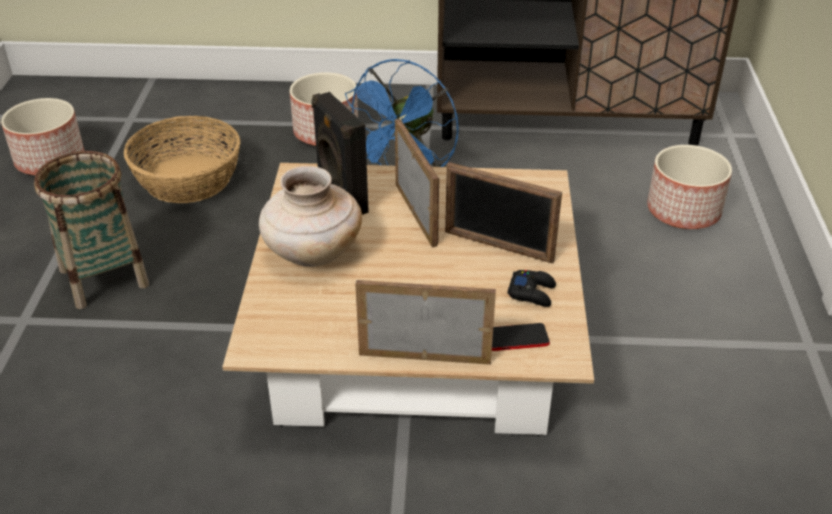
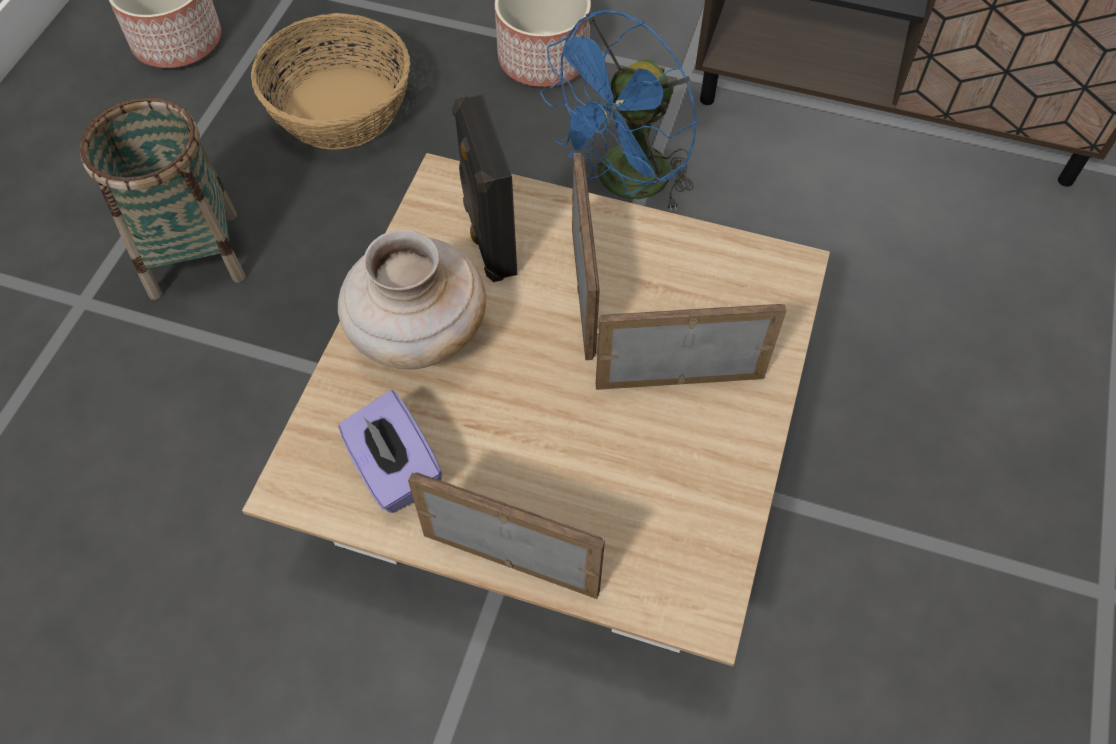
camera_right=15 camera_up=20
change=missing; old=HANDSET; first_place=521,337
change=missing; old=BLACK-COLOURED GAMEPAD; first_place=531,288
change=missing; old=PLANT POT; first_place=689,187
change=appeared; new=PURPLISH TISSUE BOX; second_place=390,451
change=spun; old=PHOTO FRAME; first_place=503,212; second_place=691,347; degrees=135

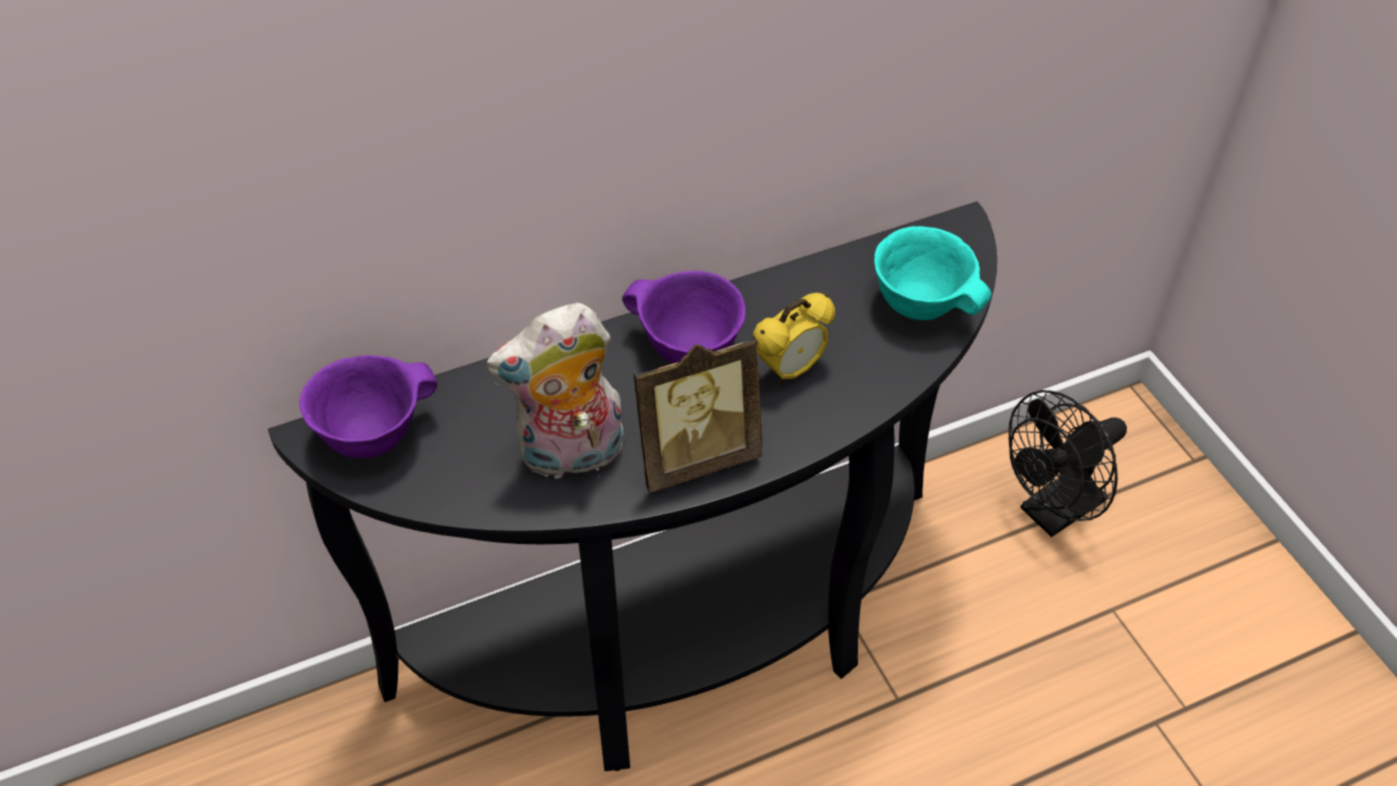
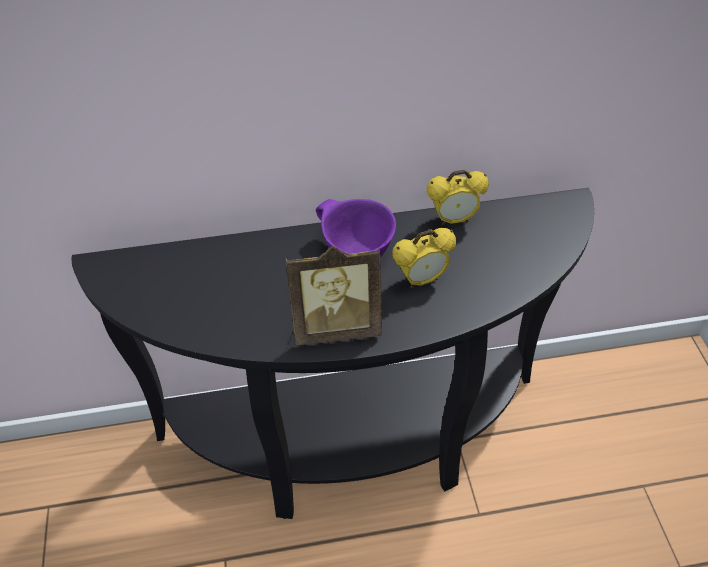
camera_right=15 camera_up=0
change=missing; old=PURPLISH DEEP DISH; first_place=368,406
change=missing; old=CUDDLY TOY; first_place=555,391
change=missing; old=TURQUOISE-COLOURED DEEP DISH; first_place=933,273
change=missing; old=BLACK-COLOURED FAN; first_place=1068,463
change=appeared; new=TABLE CLOCK; second_place=458,198

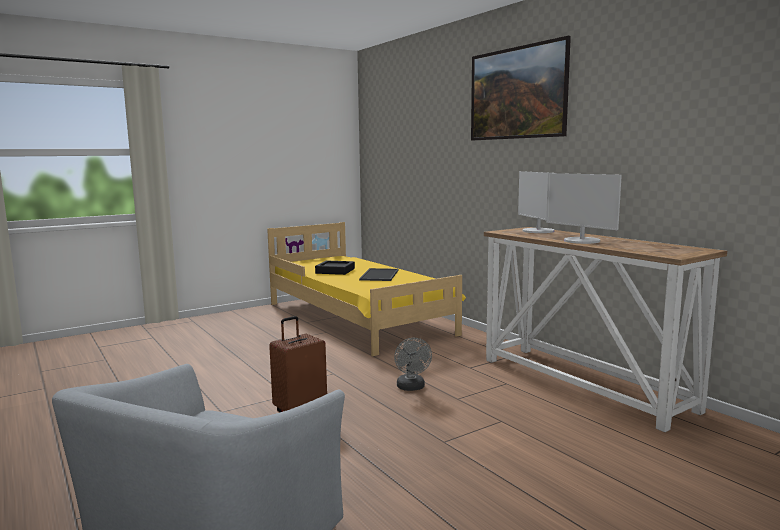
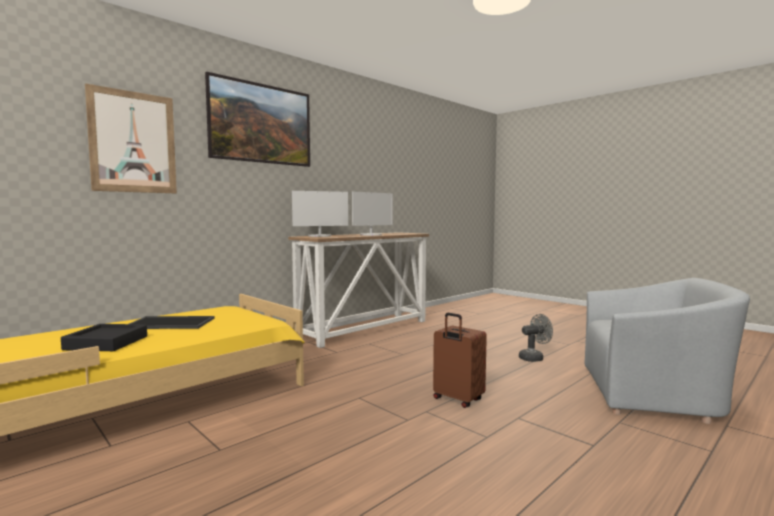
camera_right=-100 camera_up=-5
change=appeared; new=PICTURE; second_place=131,138
change=relocated; old=GREYISH FAN; first_place=413,364; second_place=536,338

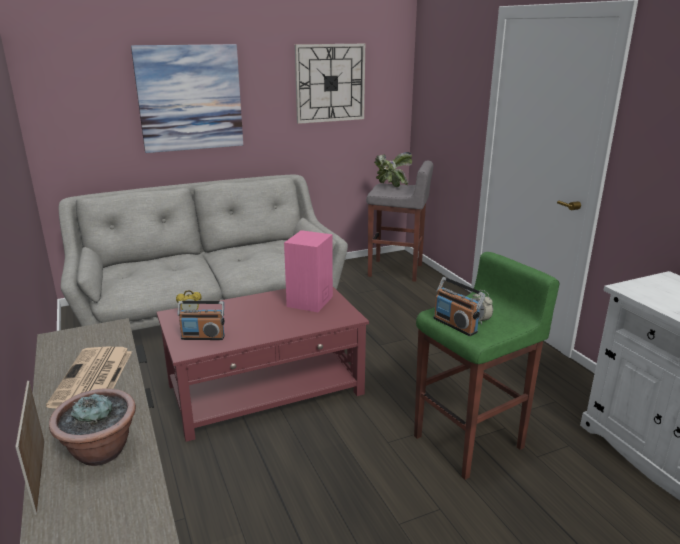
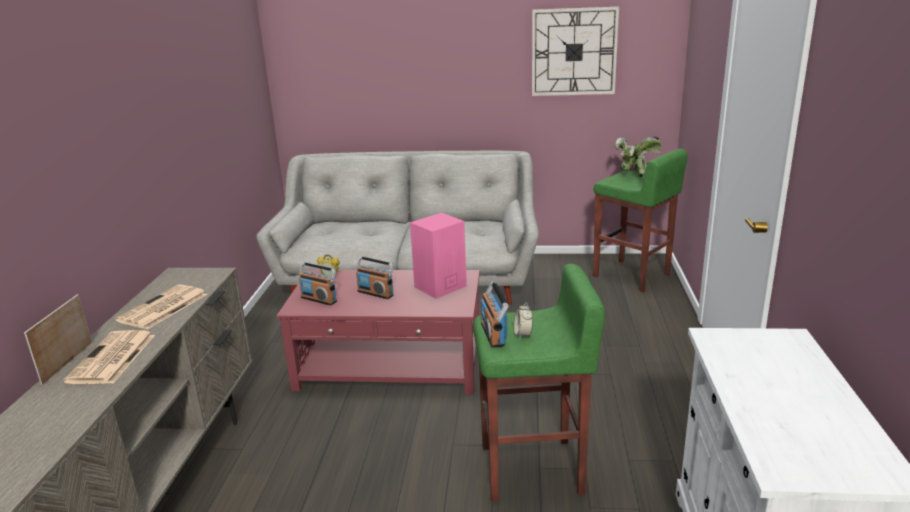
camera_right=30 camera_up=0
change=missing; old=PICTURE; first_place=187,98
change=appeared; new=RADIO RECEIVER; second_place=375,277
change=exchanged; old=HOUSEPLANT; new=NEWSPAPER; first_place=92,427; second_place=109,357
change=colour; old=GREYISH STOOL; new=GREEN-COLOURED STOOL; first_place=399,221; second_place=640,220

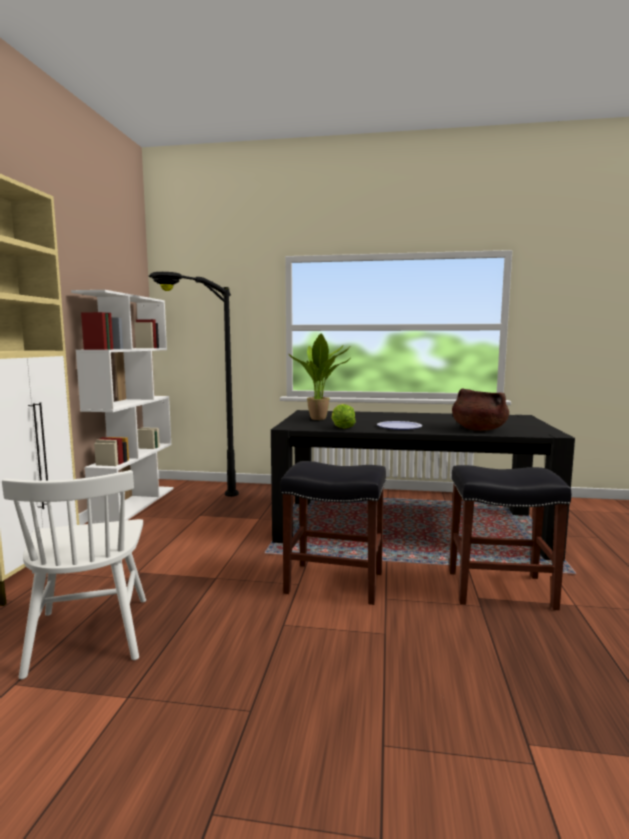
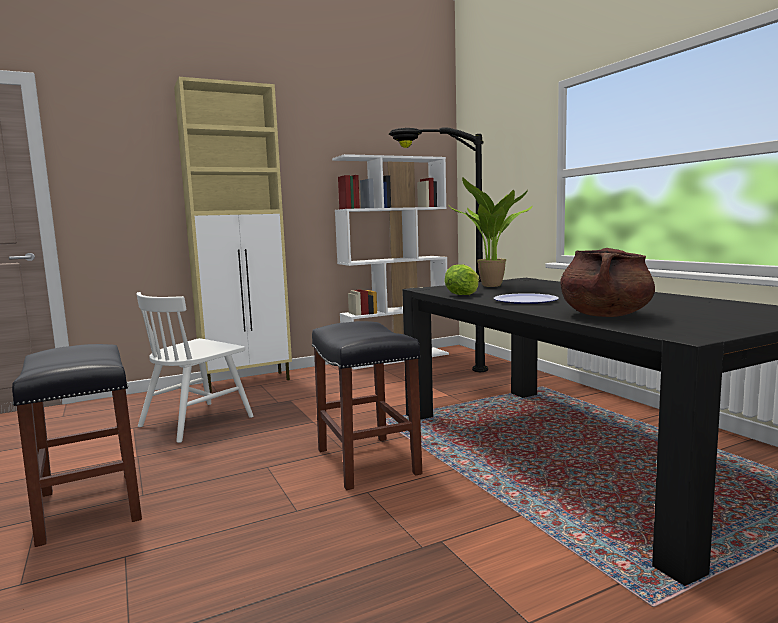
camera_right=55 camera_up=0
change=relocated; old=BLACK-COLOURED STOOL; first_place=510,537; second_place=77,445

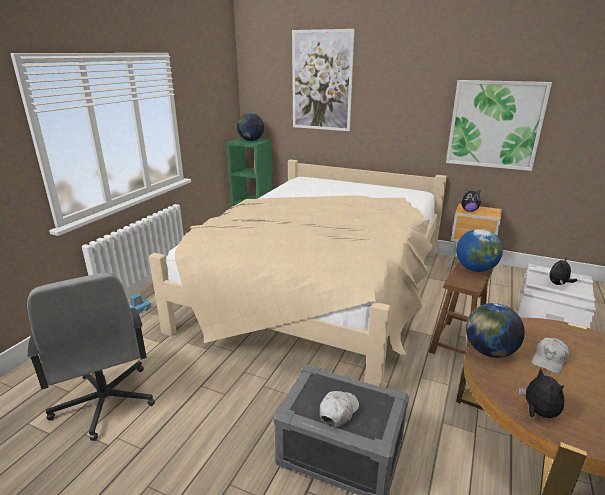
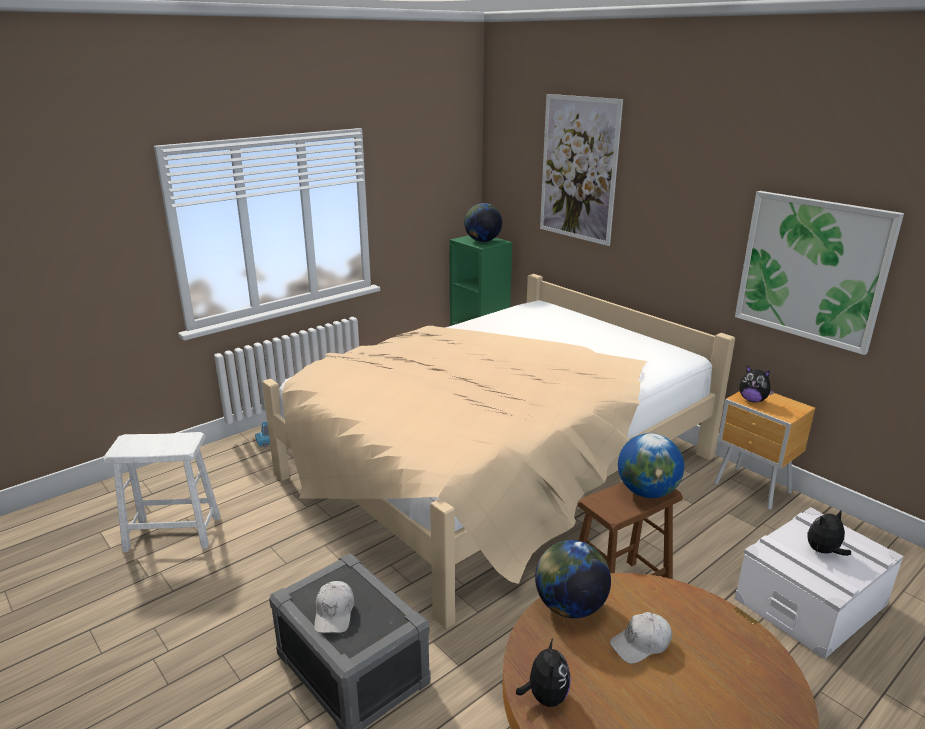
camera_right=25 camera_up=0
change=exchanged; old=GREYISH OFFICE CHAIR; new=WHITE-COLOURED STOOL; first_place=91,357; second_place=162,492
change=spun; old=WHITE-COLOURED BASEBALL CAP; first_place=339,409; second_place=334,607; degrees=120

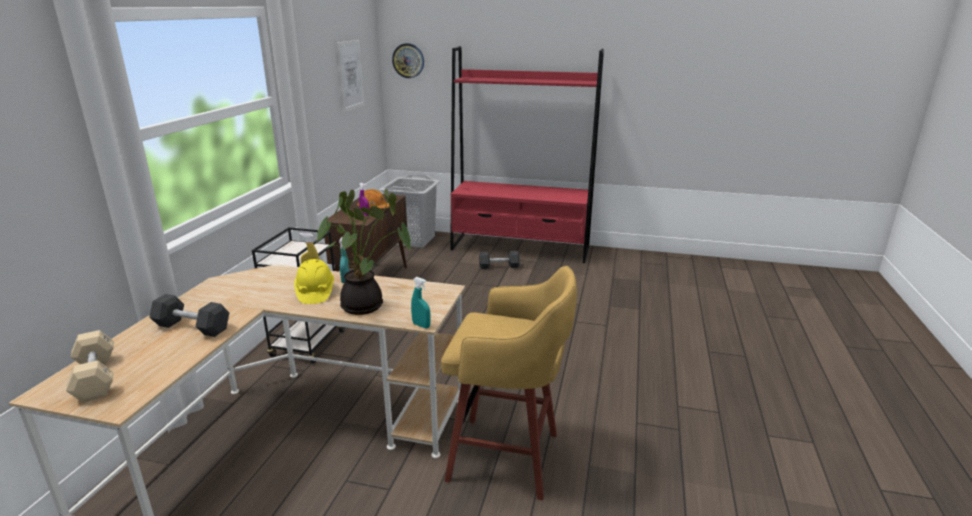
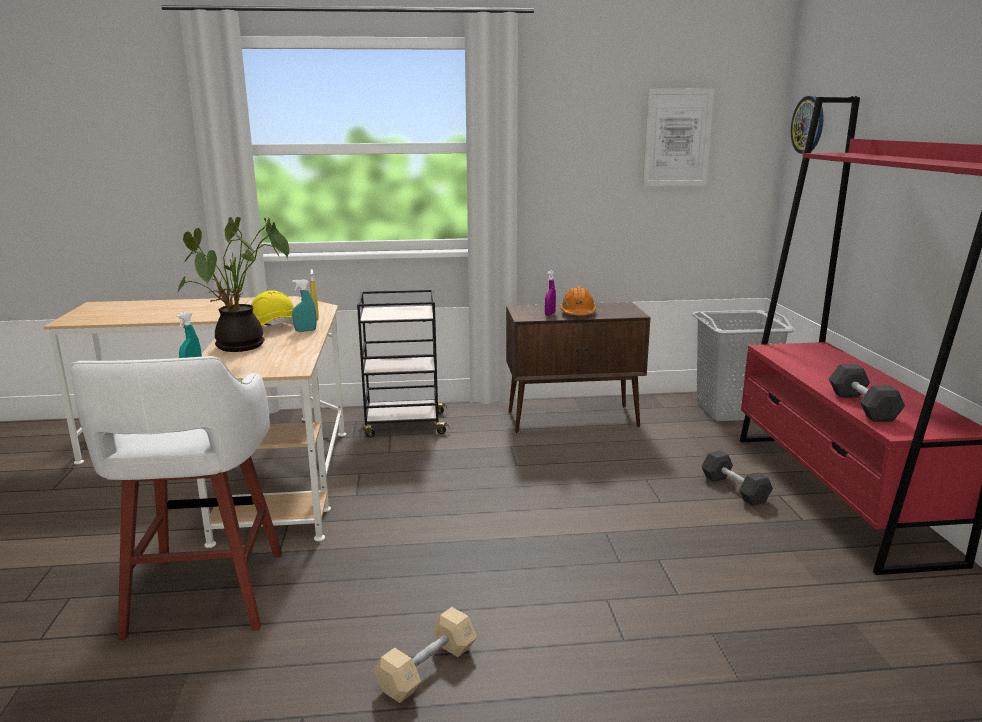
camera_right=70 camera_up=-5
change=relocated; old=BEIGE-COLOURED DUMBBELL; first_place=90,366; second_place=425,655
change=relocated; old=BLACK-COLOURED DUMBBELL; first_place=189,315; second_place=867,393
change=colour; old=YELLOWISH STOOL; new=WHITE-COLOURED STOOL; first_place=509,383; second_place=176,498

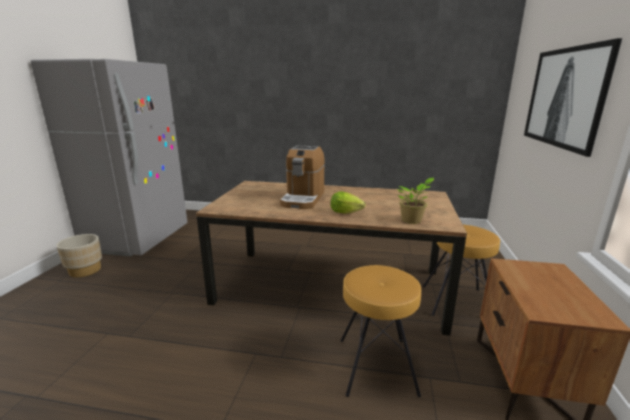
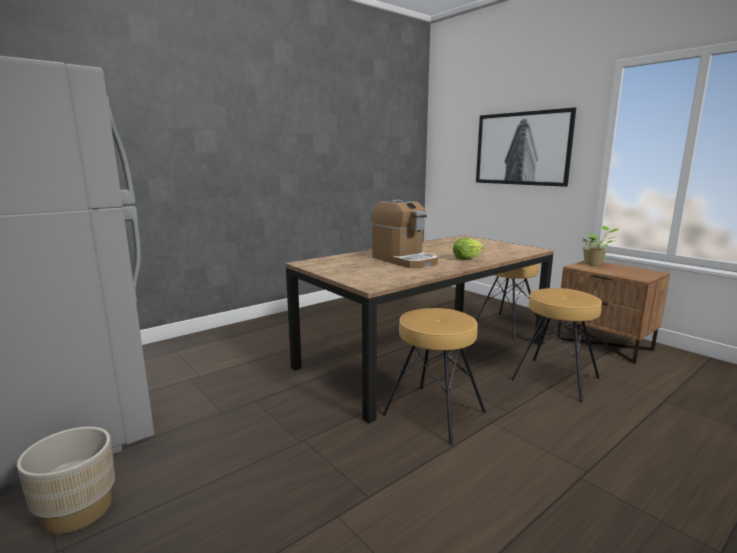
camera_right=-50 camera_up=-5
change=appeared; new=BROWNISH STOOL; second_place=434,376
change=relocated; old=HOUSEPLANT; first_place=415,200; second_place=600,246

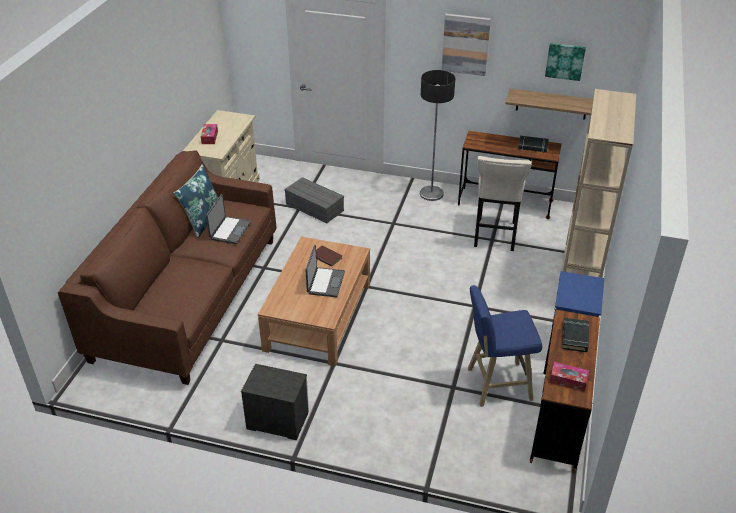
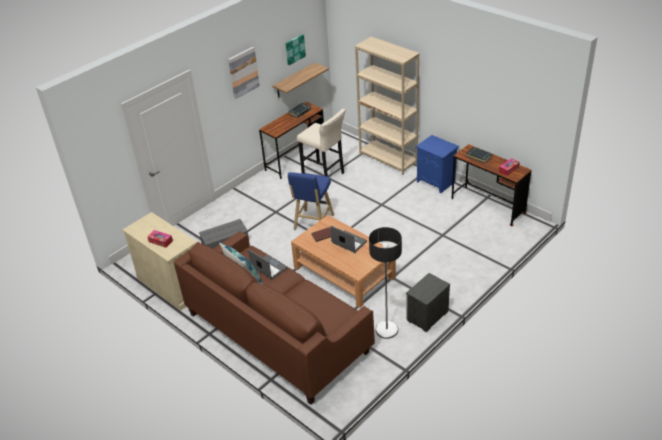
camera_right=-60 camera_up=0
change=relocated; old=FLOOR LAMP; first_place=437,135; second_place=385,283
change=relocated; old=BLUE STOOL; first_place=505,346; second_place=311,201

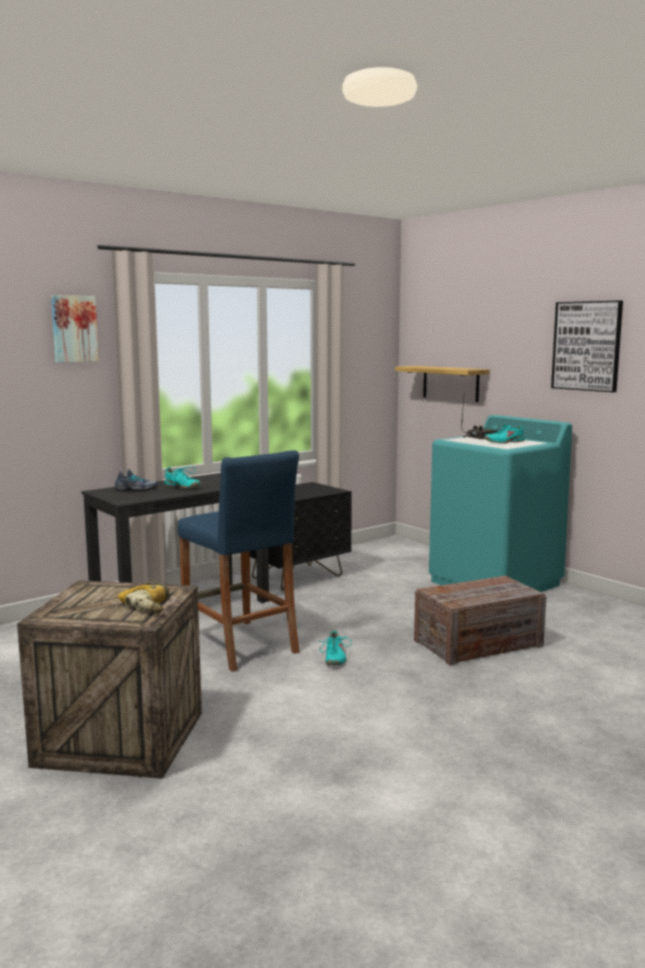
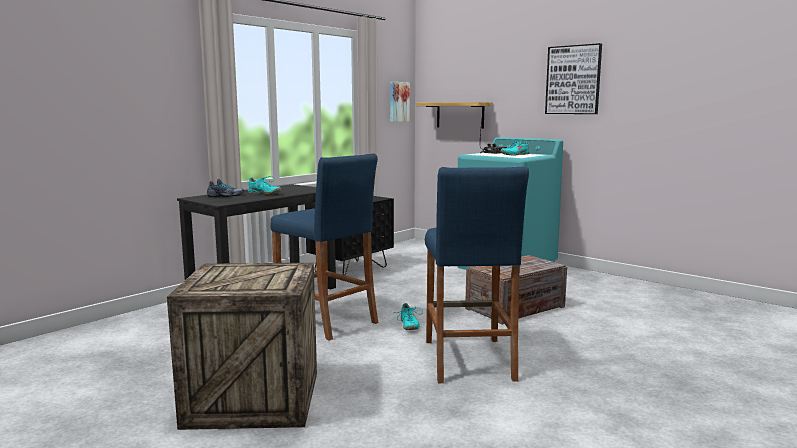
camera_right=-10 camera_up=0
change=missing; old=DRILL; first_place=149,597
change=appeared; new=BLUE STOOL; second_place=477,275
change=relocated; old=PICTURE; first_place=75,329; second_place=400,102

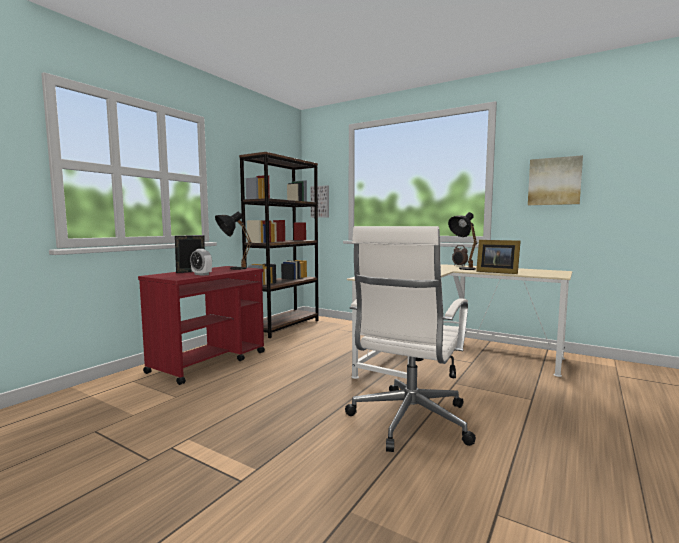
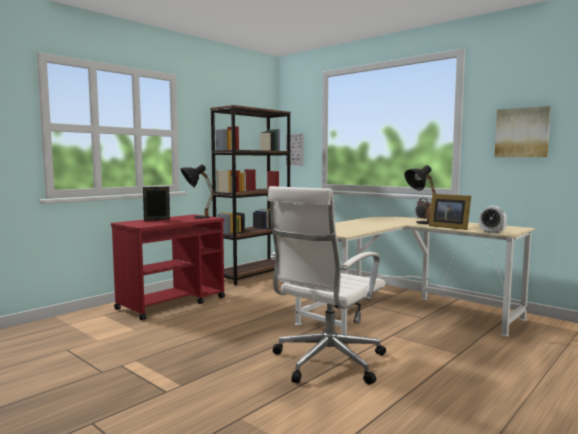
camera_right=10 camera_up=0
change=relocated; old=TABLE CLOCK; first_place=201,262; second_place=493,220

